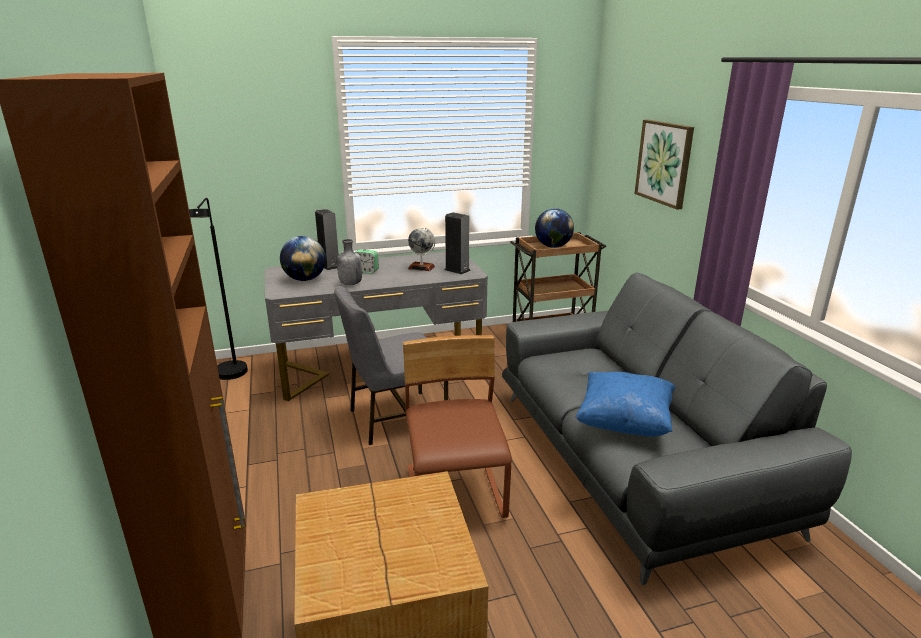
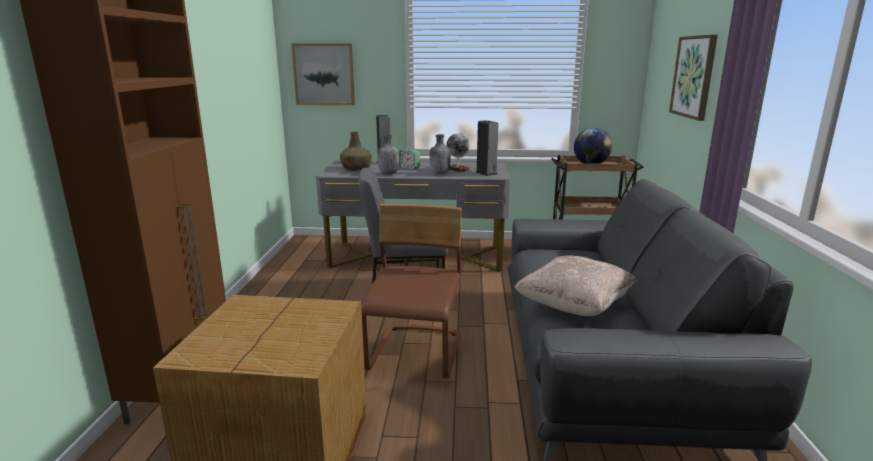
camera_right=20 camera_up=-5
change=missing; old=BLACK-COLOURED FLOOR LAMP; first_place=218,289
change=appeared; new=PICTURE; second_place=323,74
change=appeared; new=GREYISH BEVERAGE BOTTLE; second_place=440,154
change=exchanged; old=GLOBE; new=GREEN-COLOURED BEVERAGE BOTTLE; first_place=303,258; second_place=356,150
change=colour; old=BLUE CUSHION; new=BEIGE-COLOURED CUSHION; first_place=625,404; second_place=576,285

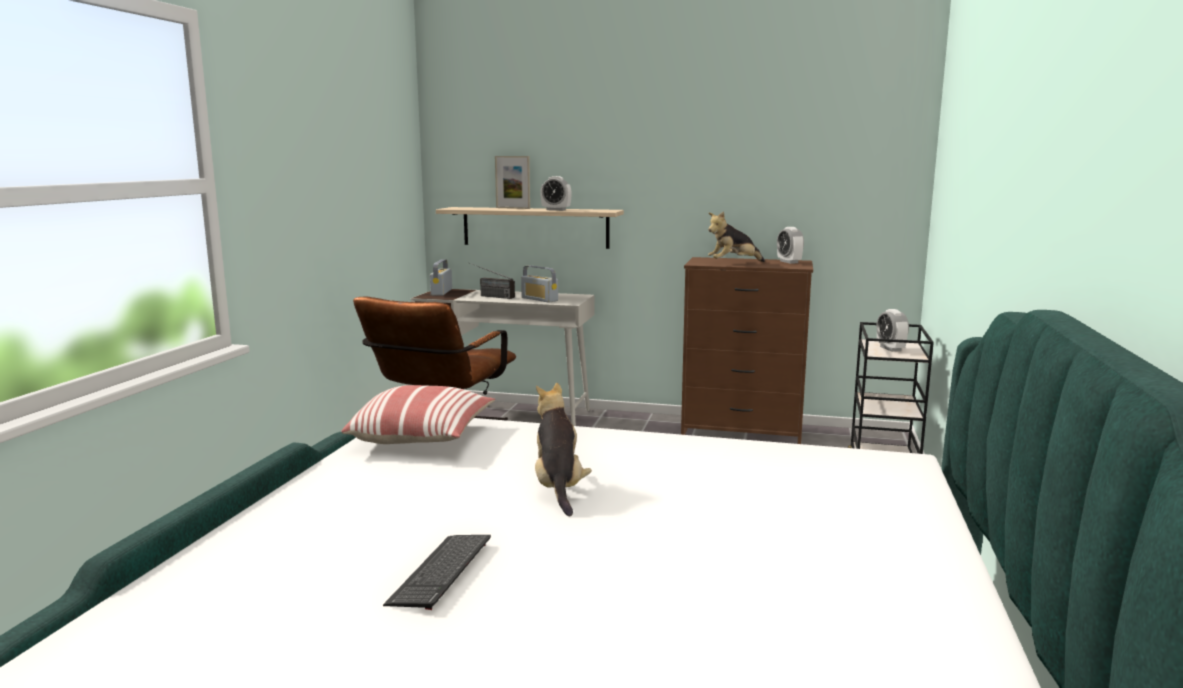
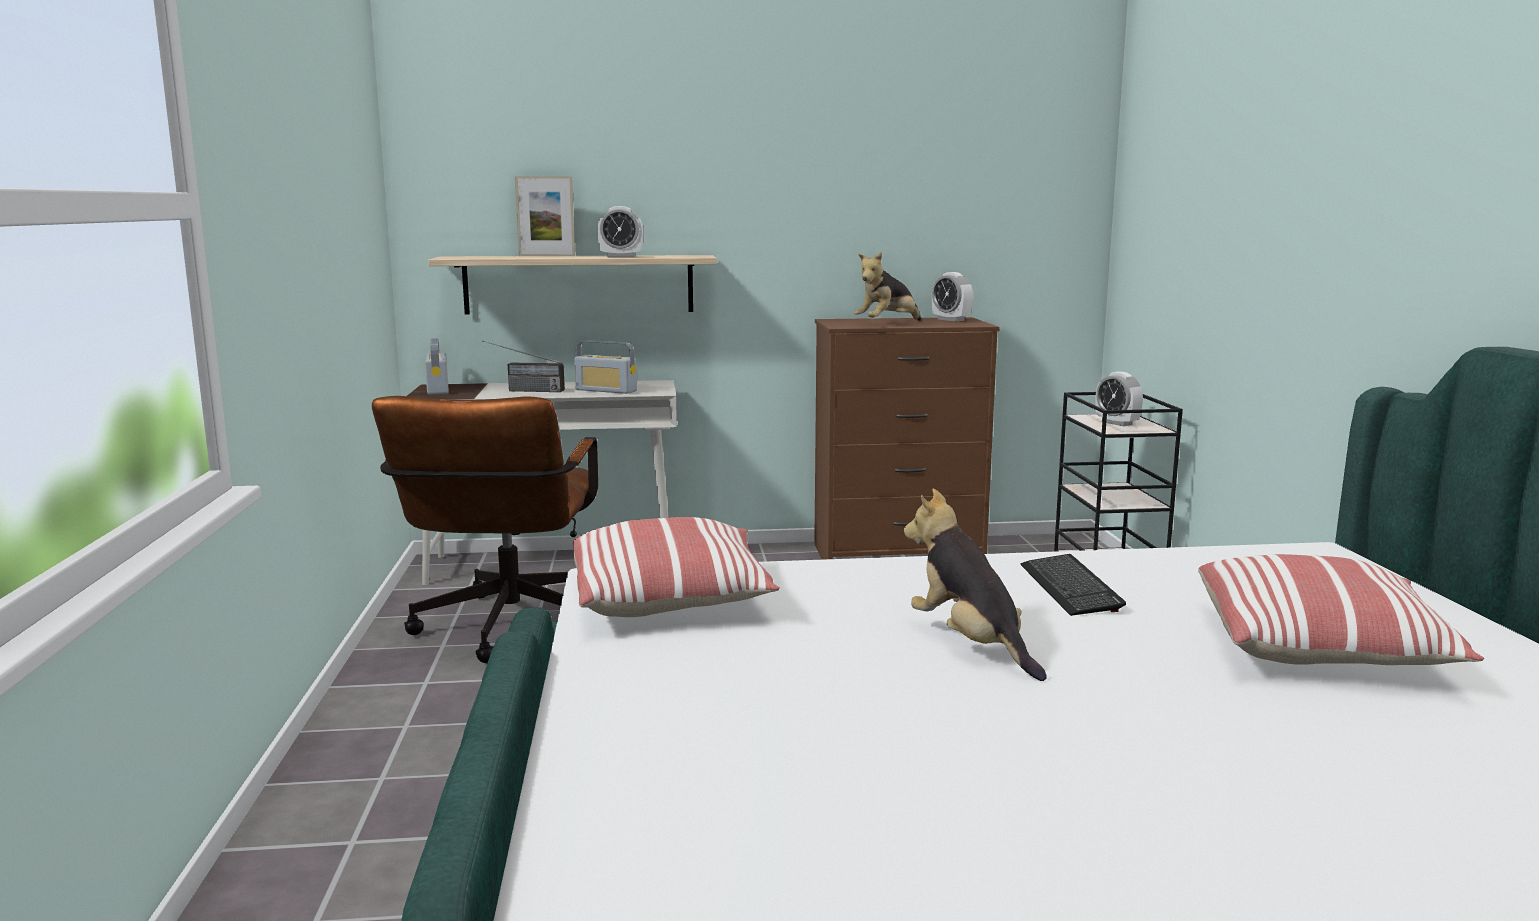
camera_right=-20 camera_up=0
change=appeared; new=CUSHION; second_place=1341,609
change=relocated; old=COMPUTER KEYBOARD; first_place=437,572; second_place=1073,585

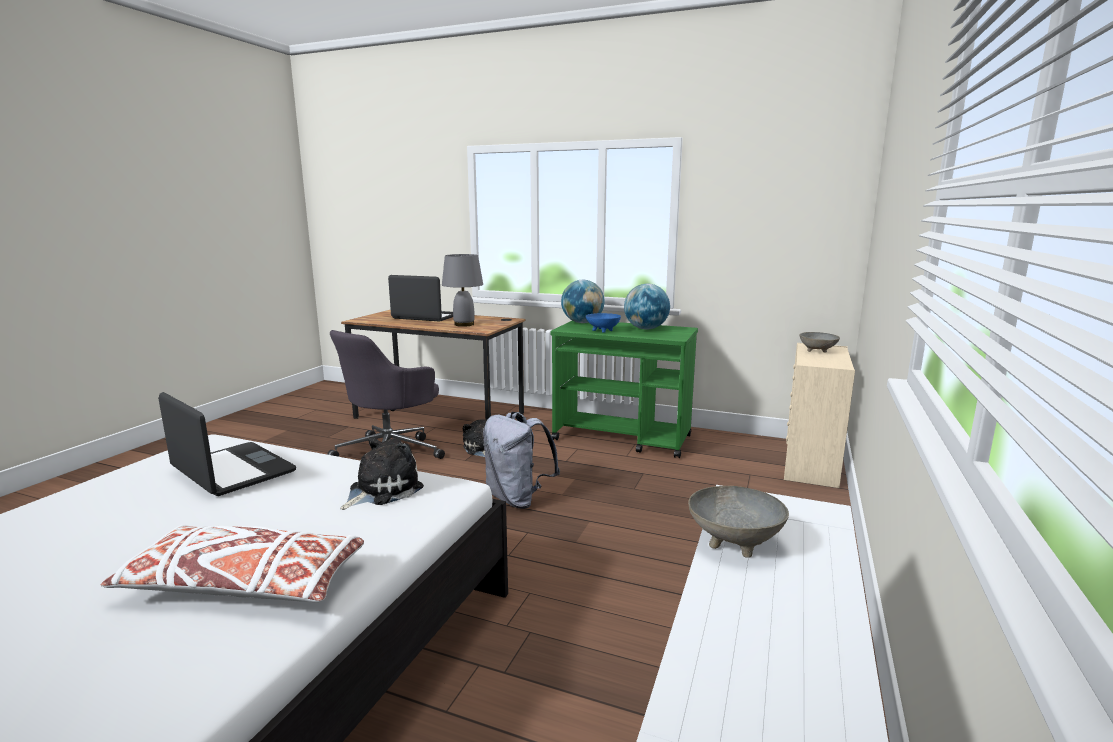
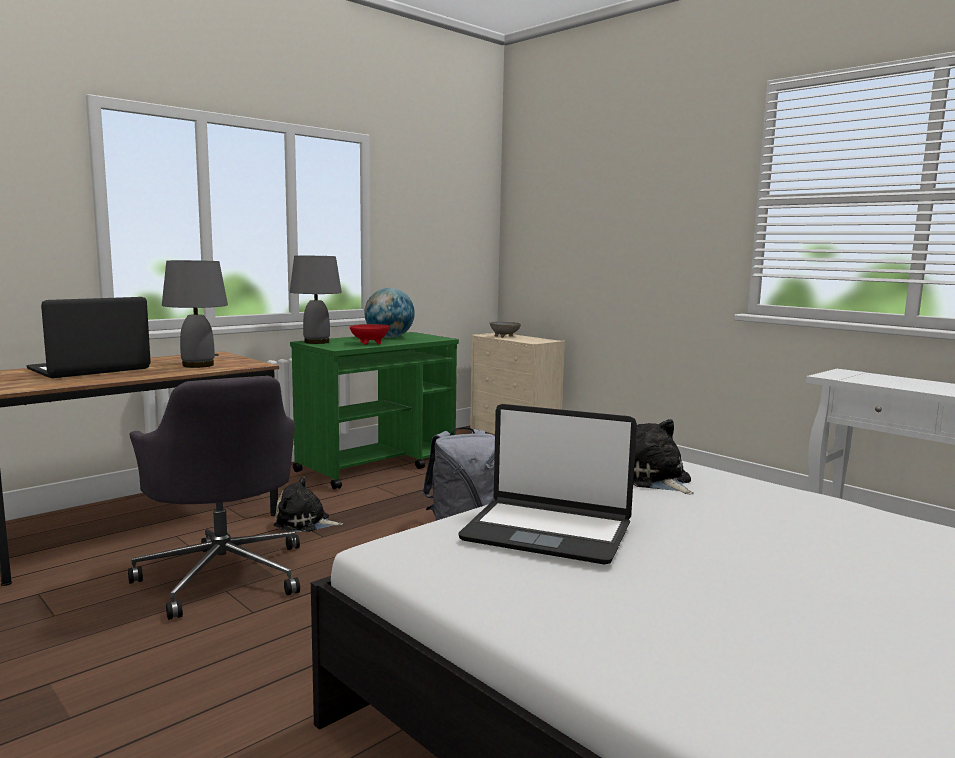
camera_right=-65 camera_up=-5
change=missing; old=WHITE-COLOURED CUSHION; first_place=232,563
change=missing; old=GREYISH DEEP DISH; first_place=738,522
change=exchanged; old=GLOBE; new=GREYISH LAMP FOR A TABLE; first_place=583,301; second_place=316,299
change=colour; old=BLUE DEEP DISH; new=RED-COLOURED DEEP DISH; first_place=603,322; second_place=370,334
change=spun; old=PORTABLE COMPUTER; first_place=227,444; second_place=548,484; degrees=-135

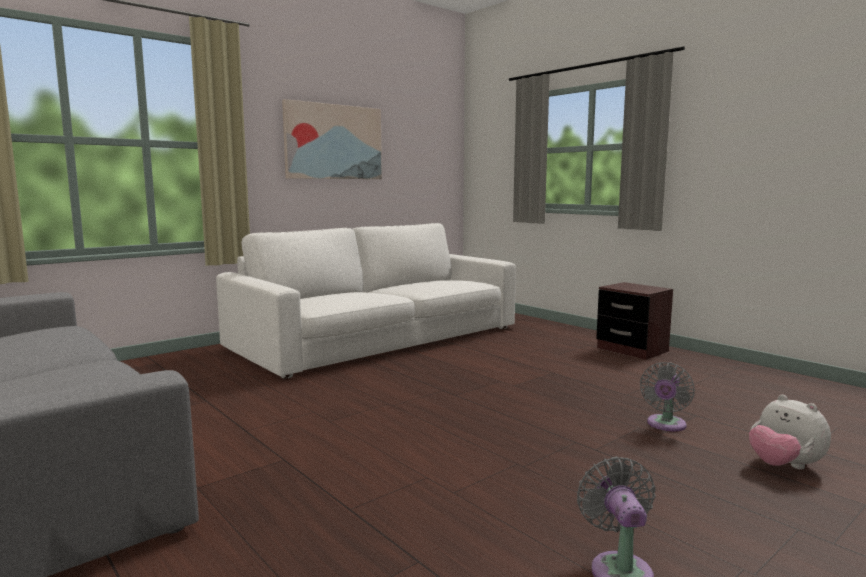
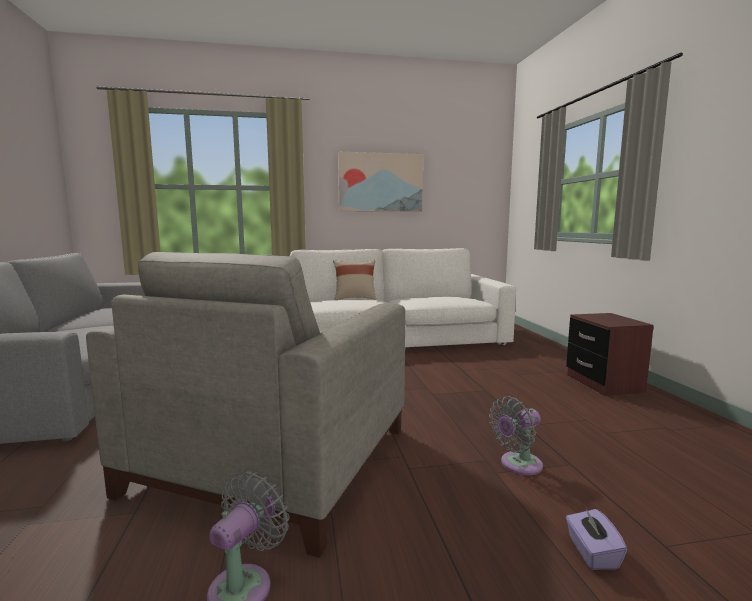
camera_right=30 camera_up=0
change=appeared; new=GREYISH ARMCHAIR; second_place=245,405
change=appeared; new=BEIGE-COLOURED CUSHION; second_place=354,280
change=exchanged; old=CUDDLY TOY; new=PURPLISH TISSUE BOX; first_place=790,432; second_place=596,538

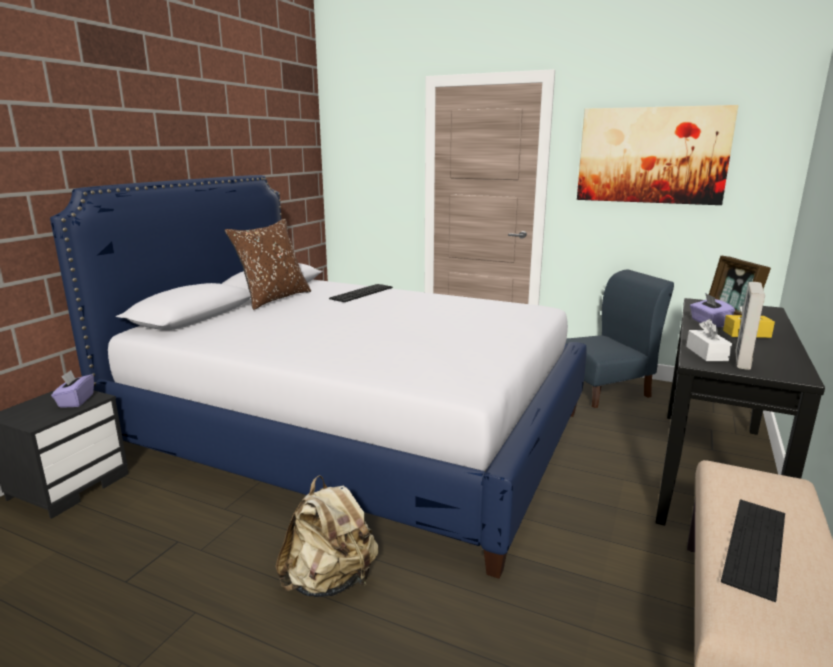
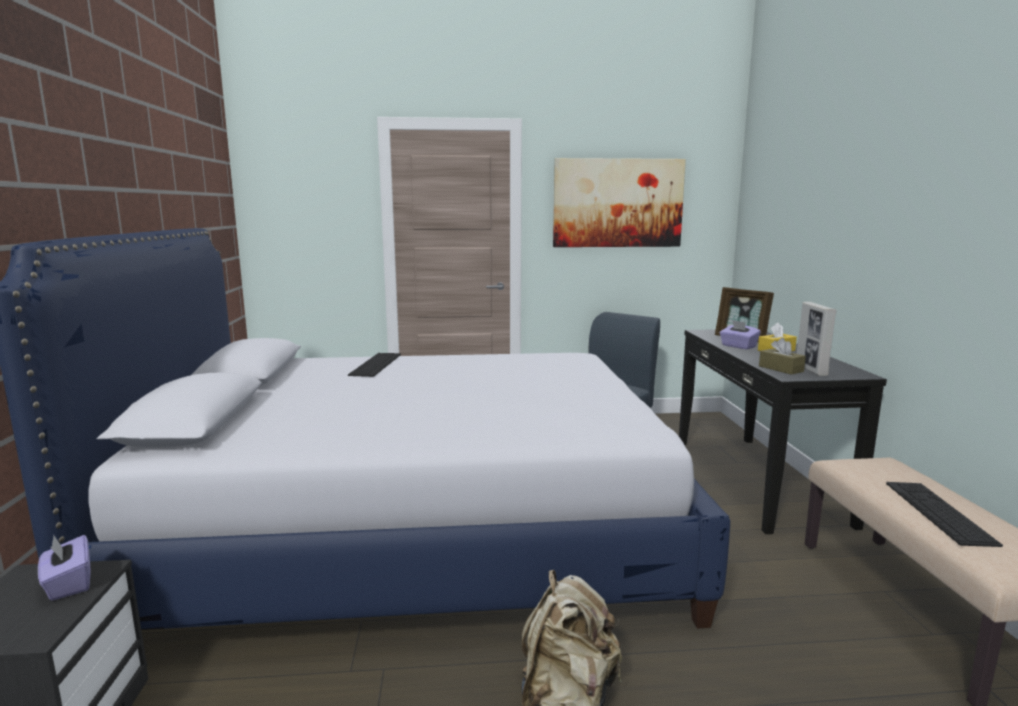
camera_right=-30 camera_up=-5
change=missing; old=BROWNISH CUSHION; first_place=268,264
change=colour; old=WHITE-COLOURED TISSUE BOX; new=BROWNISH TISSUE BOX; first_place=709,340; second_place=782,356

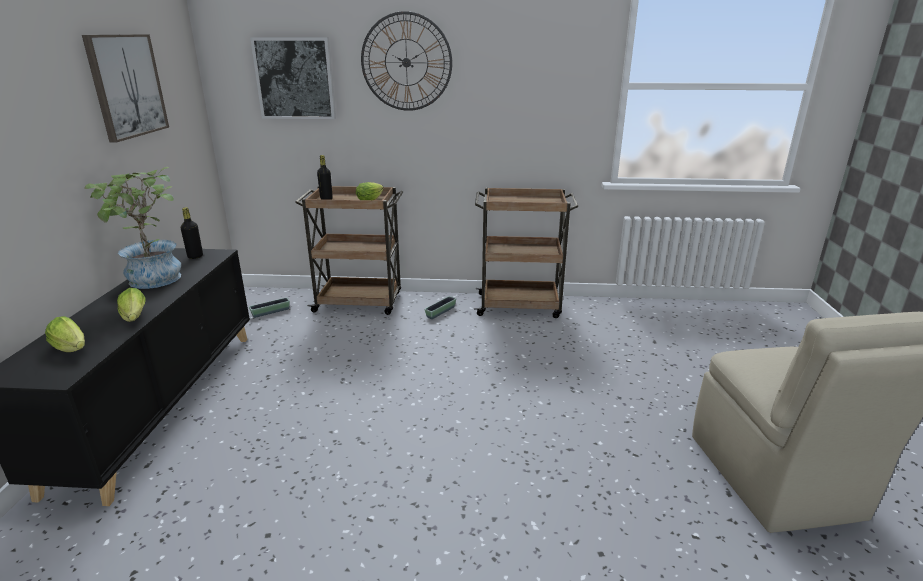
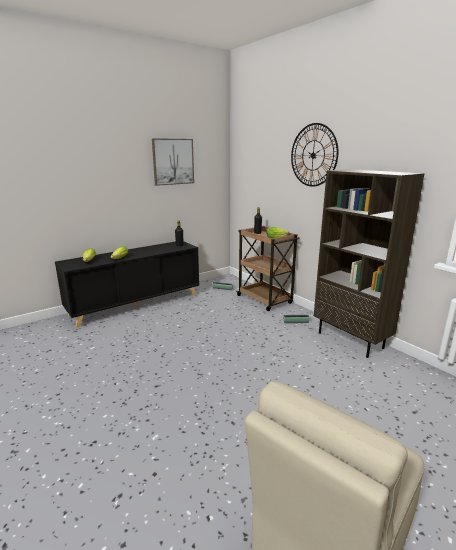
camera_right=50 camera_up=-5
change=missing; old=HOUSEPLANT; first_place=132,228
change=missing; old=PICTURE; first_place=293,78
change=exchanged; old=BROWNISH WHEELED CART; new=BROWNISH SHELVING UNIT; first_place=526,253; second_place=369,263

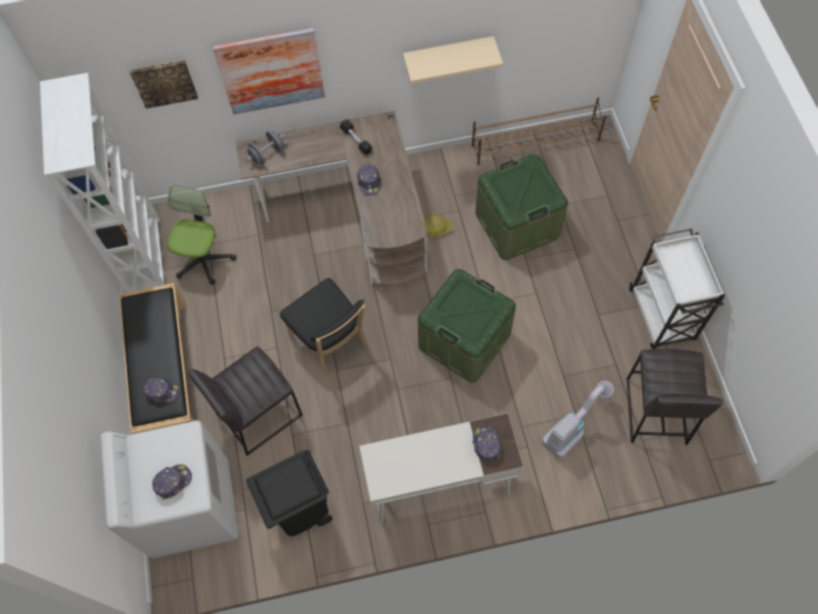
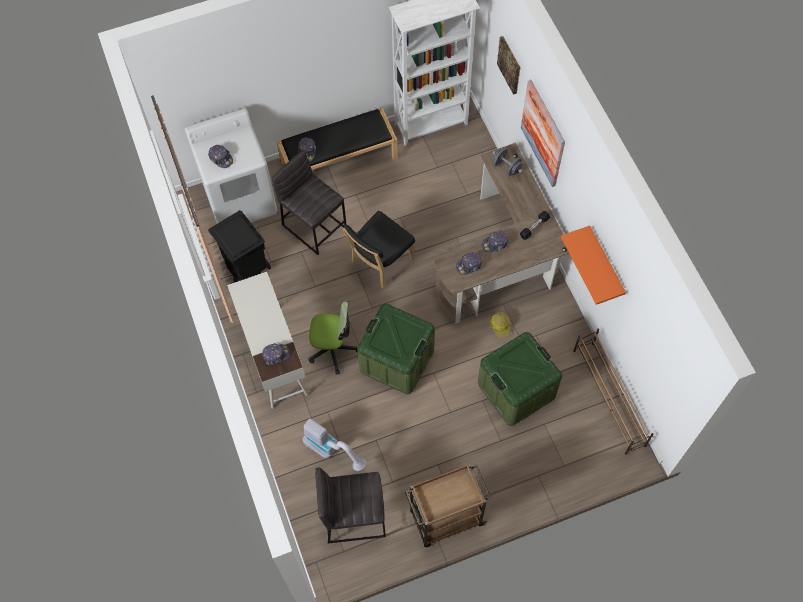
camera_right=80 camera_up=0
change=appeared; new=BASEBALL CAP; second_place=469,263
change=relocated; old=OFFICE CHAIR; first_place=201,235; second_place=333,338
change=colour; old=BEIGE-COLOURED SHELF; new=ORANGE-COLOURED SHELF; first_place=453,60; second_place=593,265
change=colour; old=WHITE-COLOURED WHEELED CART; new=BROWNISH WHEELED CART; first_place=677,288; second_place=448,505

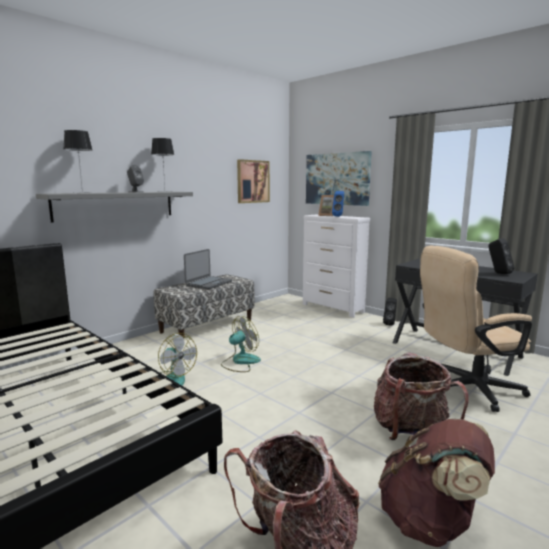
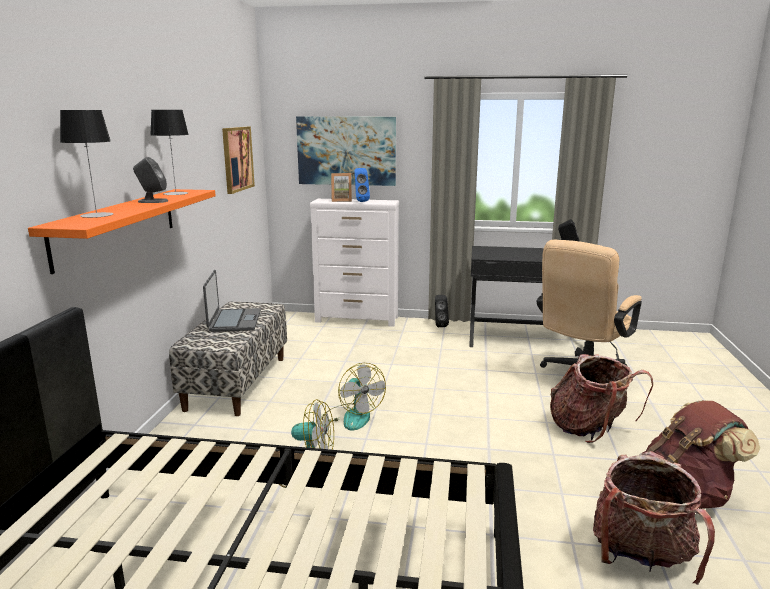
camera_right=-35 camera_up=5
change=colour; old=GREYISH SHELF; new=ORANGE-COLOURED SHELF; first_place=114,207; second_place=122,231
change=spun; old=FAN; first_place=241,344; second_place=354,397; degrees=135

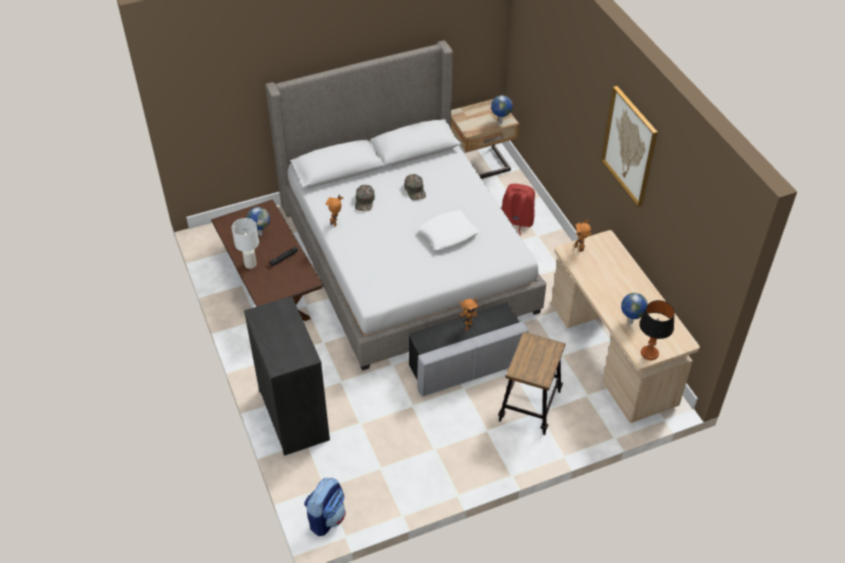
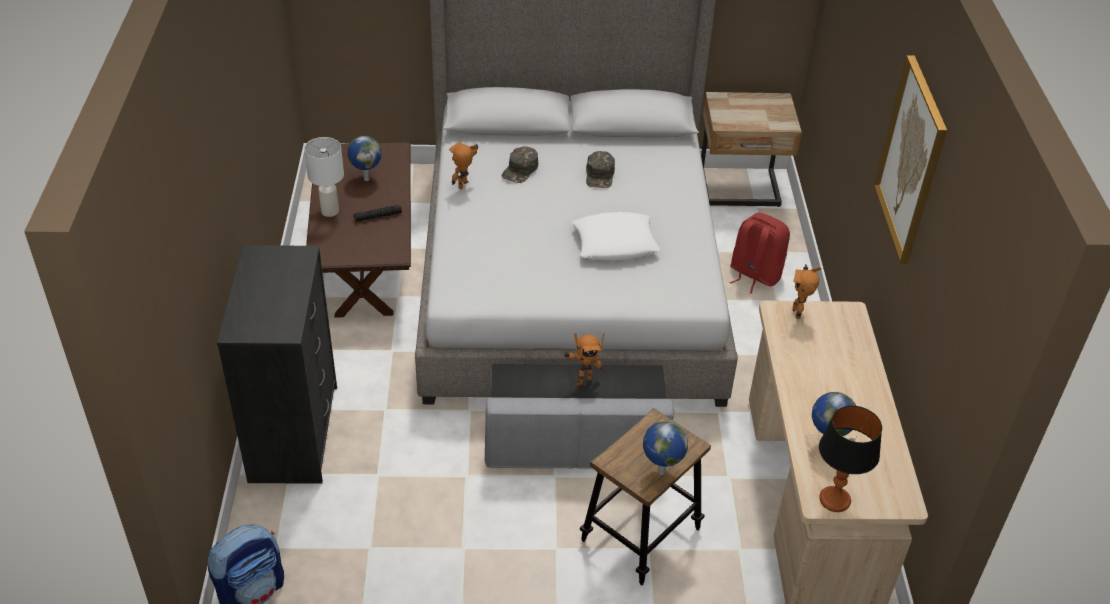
camera_right=20 camera_up=-5
change=relocated; old=GLOBE; first_place=502,109; second_place=665,448

